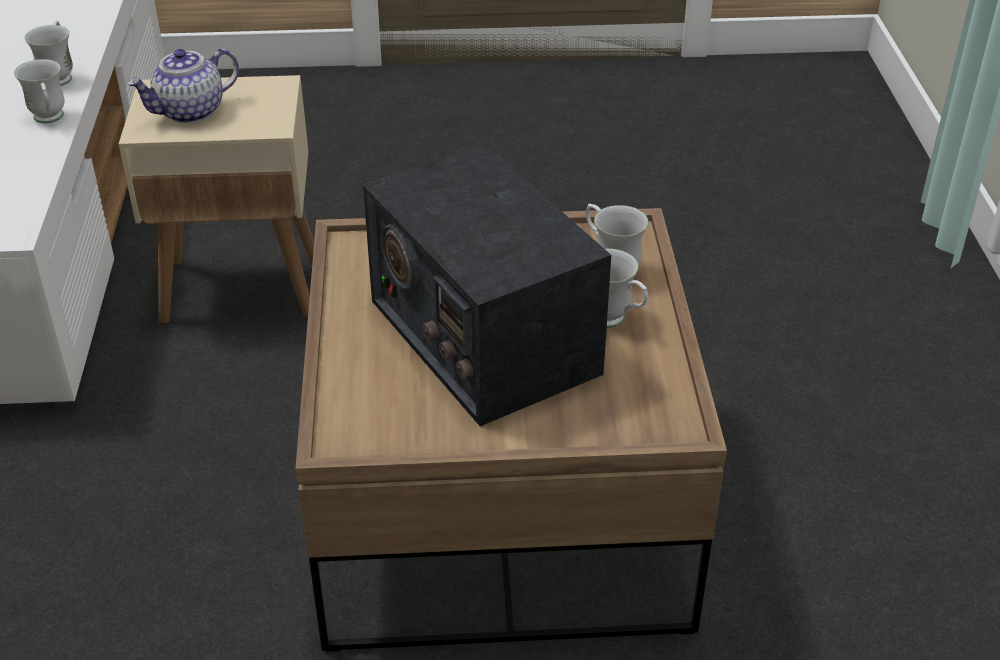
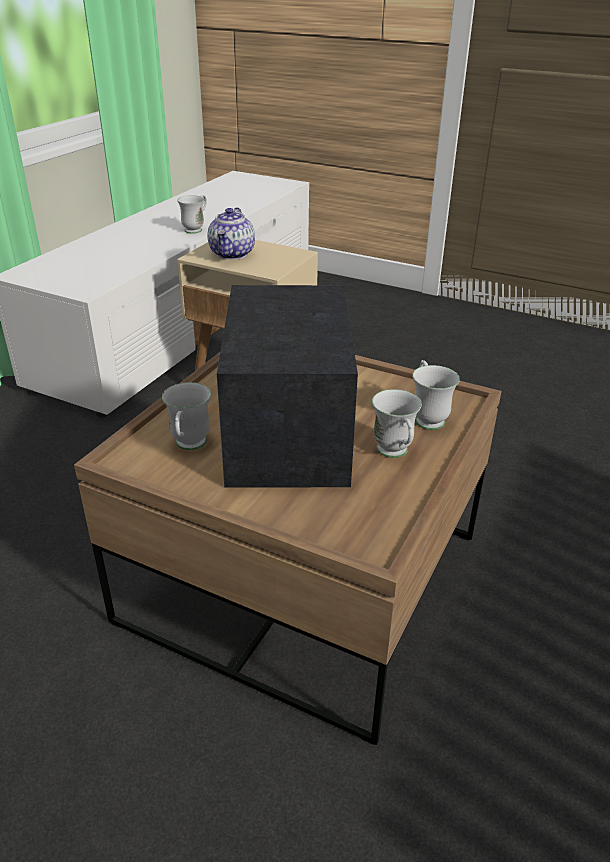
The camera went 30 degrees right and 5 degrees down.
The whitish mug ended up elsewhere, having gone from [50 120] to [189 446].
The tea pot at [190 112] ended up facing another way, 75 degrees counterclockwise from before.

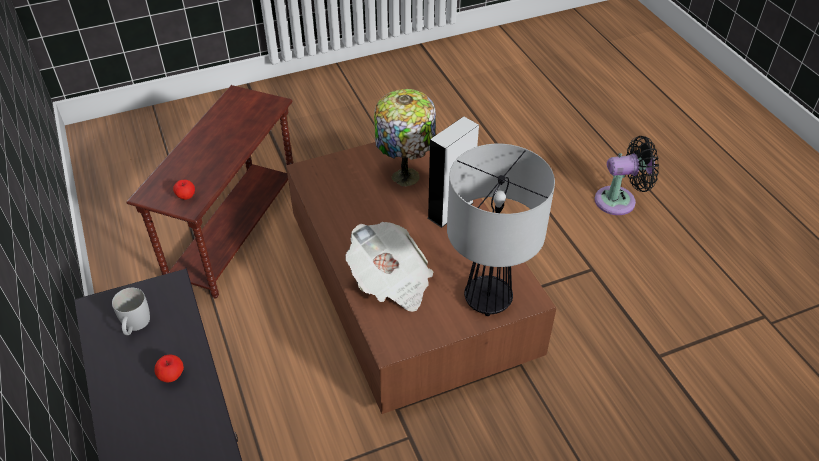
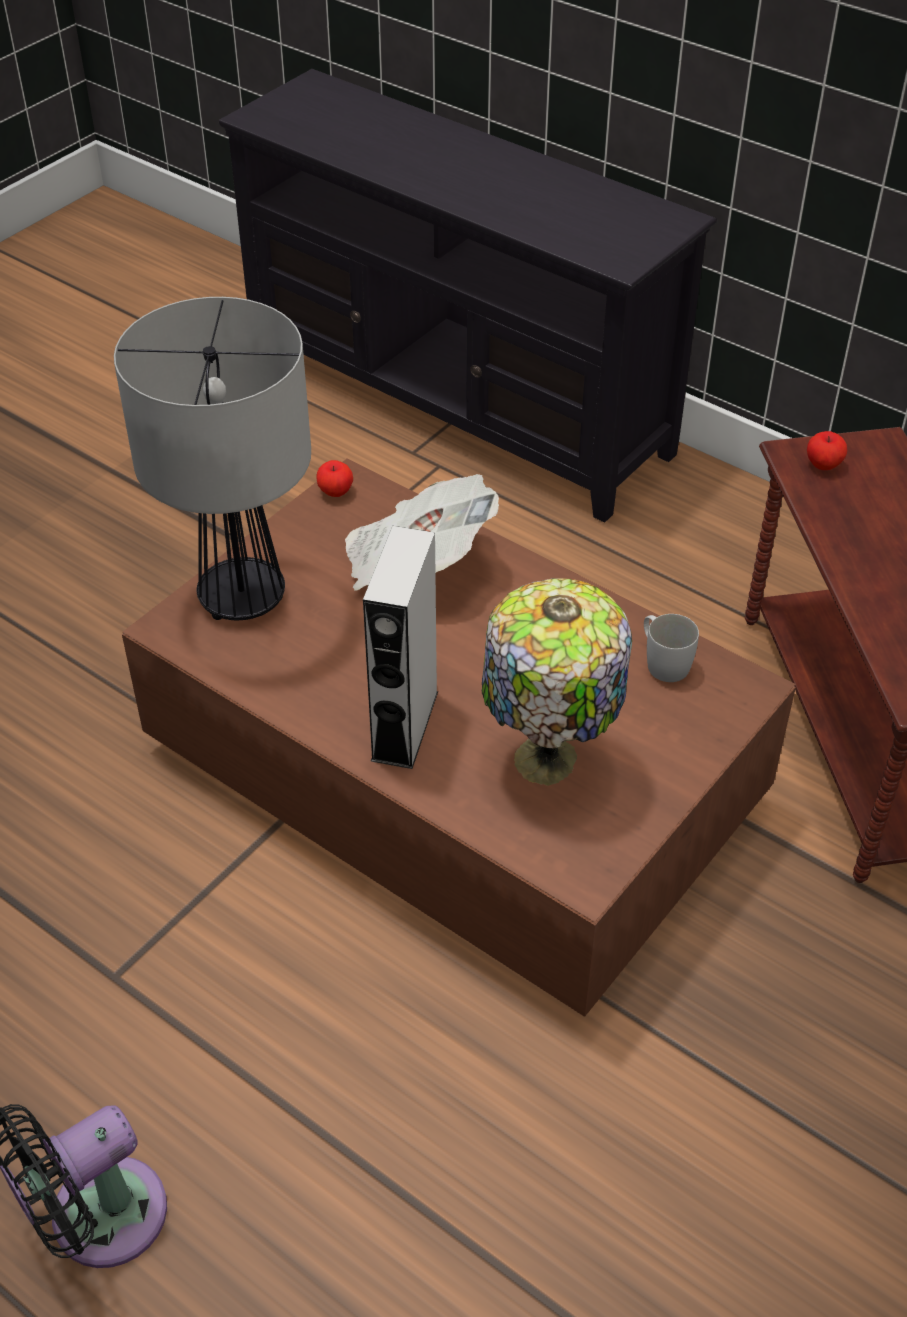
The camera went 150 degrees right and 0 degrees up.
The whitish mug ended up elsewhere, having gone from [135 325] to [662 661].
The apple ended up elsewhere, having gone from [171 376] to [335 492].

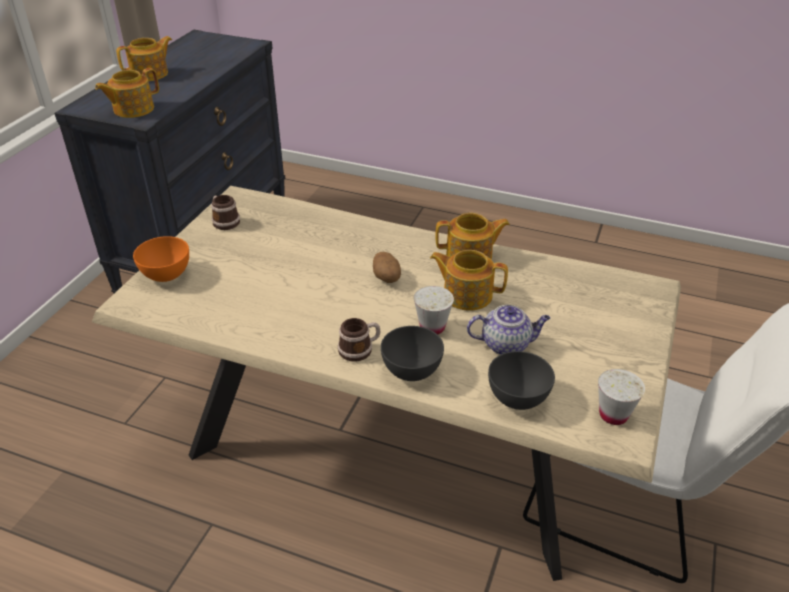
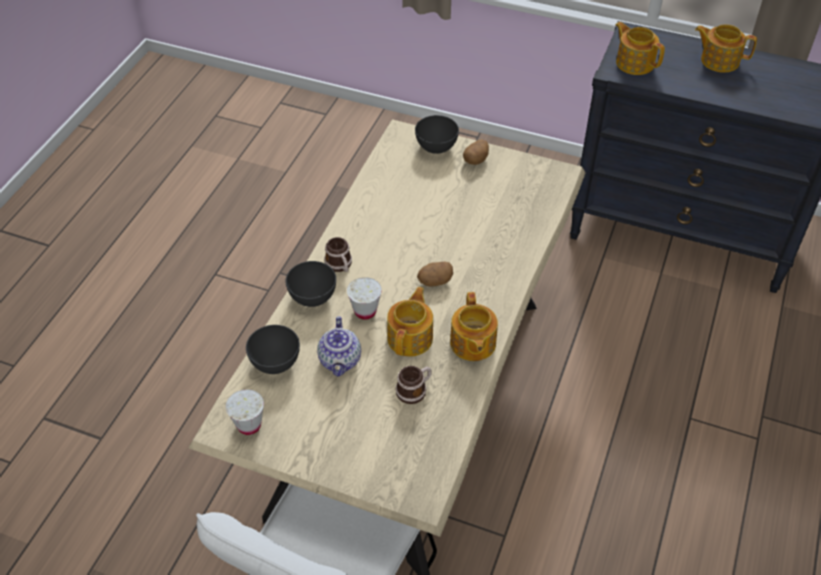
The camera went 90 degrees right and 10 degrees up.
The tea pot at [150 74] ended up facing another way, 150 degrees clockwise from before.
What was the orange deep dish at [167 274] turned into the gray deep dish at [436 147].
The mug ended up elsewhere, having gone from [224 221] to [414 390].
The second view gained the potato at [476 160].

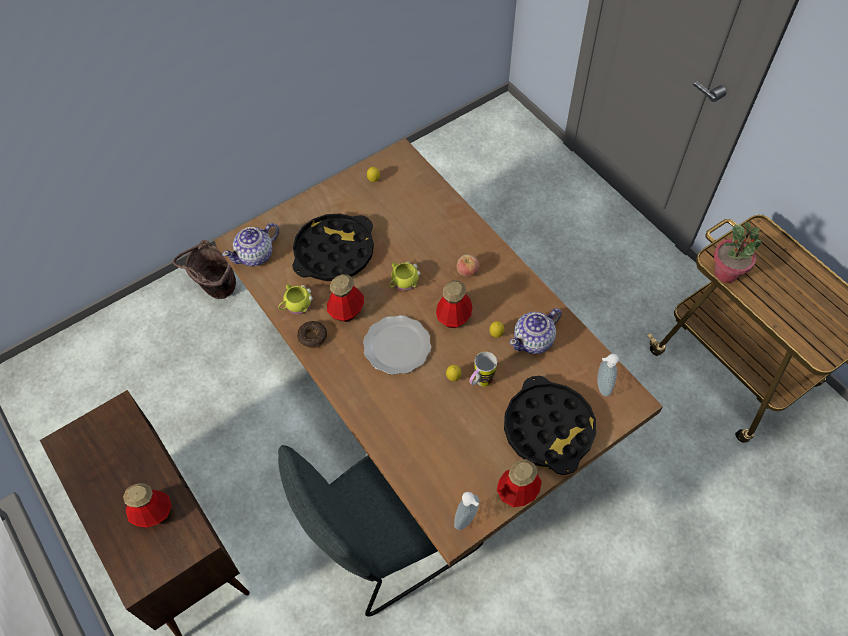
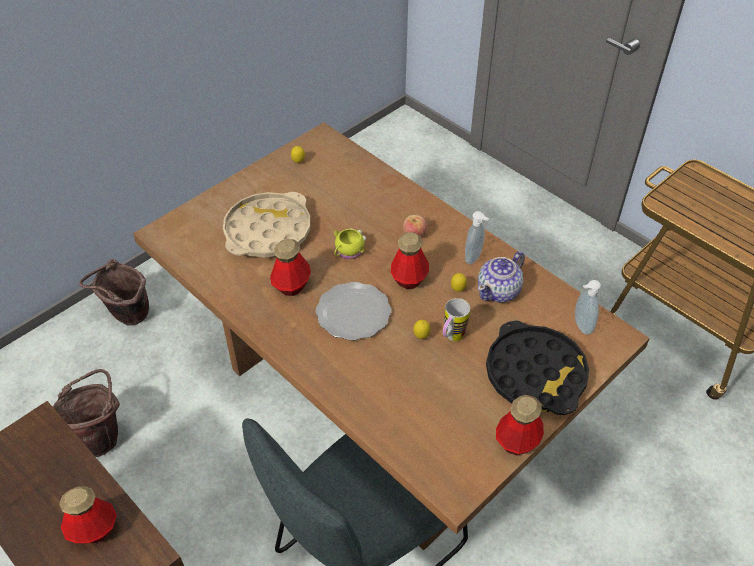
The camera went 10 degrees left and 10 degrees down.
The second view lost the tea pot at [256 255].
The second view lost the yellow mug at [296 306].
What was the black-coloured serving tray at [334 252] turned into the beige-coloured serving tray at [267 231].
The second view lost the ring doughnut at [312 337].
The soap dispenser ended up elsewhere, having gone from [467 520] to [474 258].
The second view lost the potted plant at [726 273].
The second view gained the brown-coloured pail at [101 436].

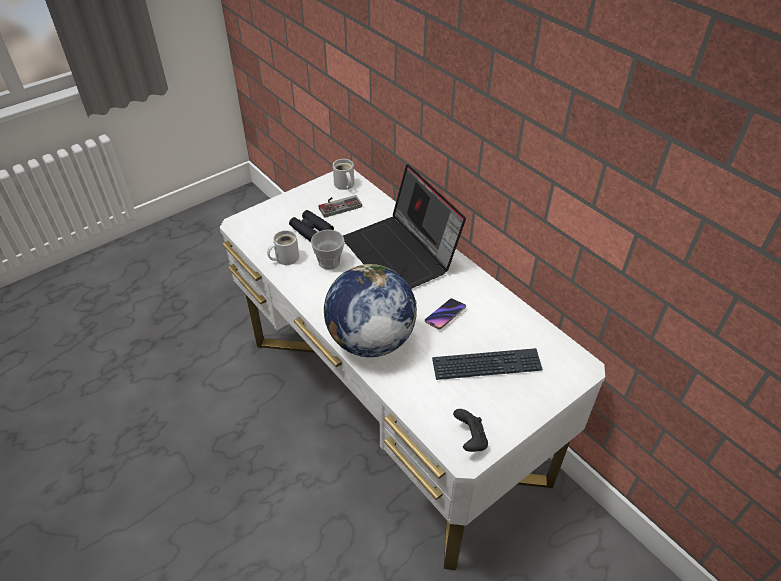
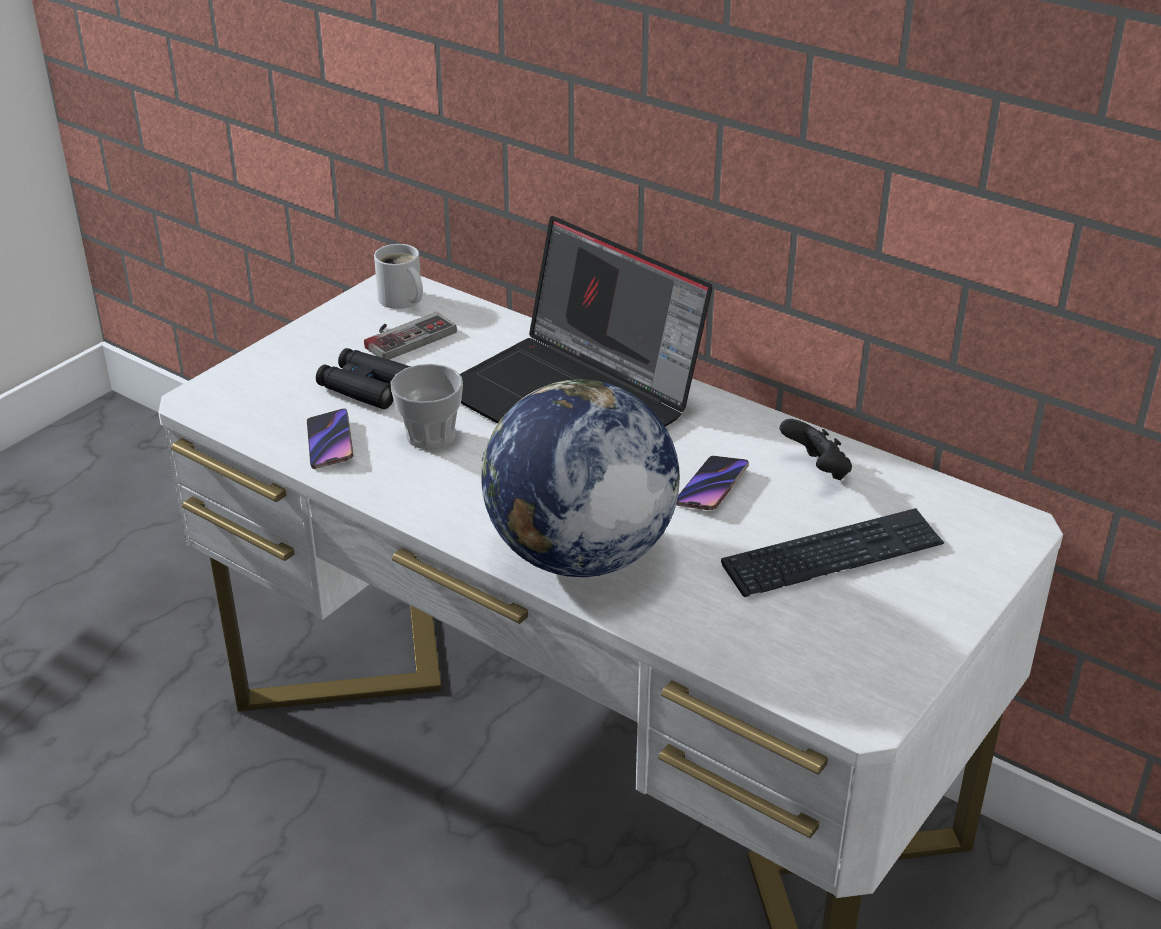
The camera went 15 degrees left and 10 degrees down.
Where the whitish mug stood at [285 257], the handset came to stand at [330 443].
The black-coloured game controller ended up elsewhere, having gone from [470 439] to [817 471].

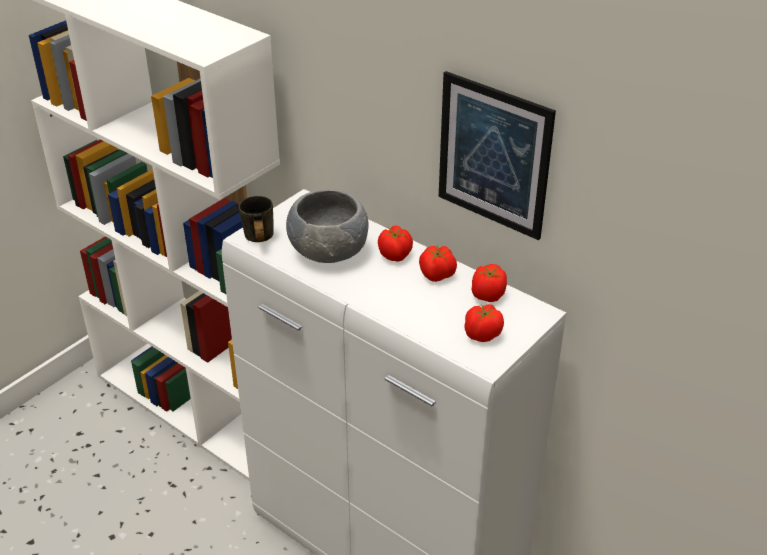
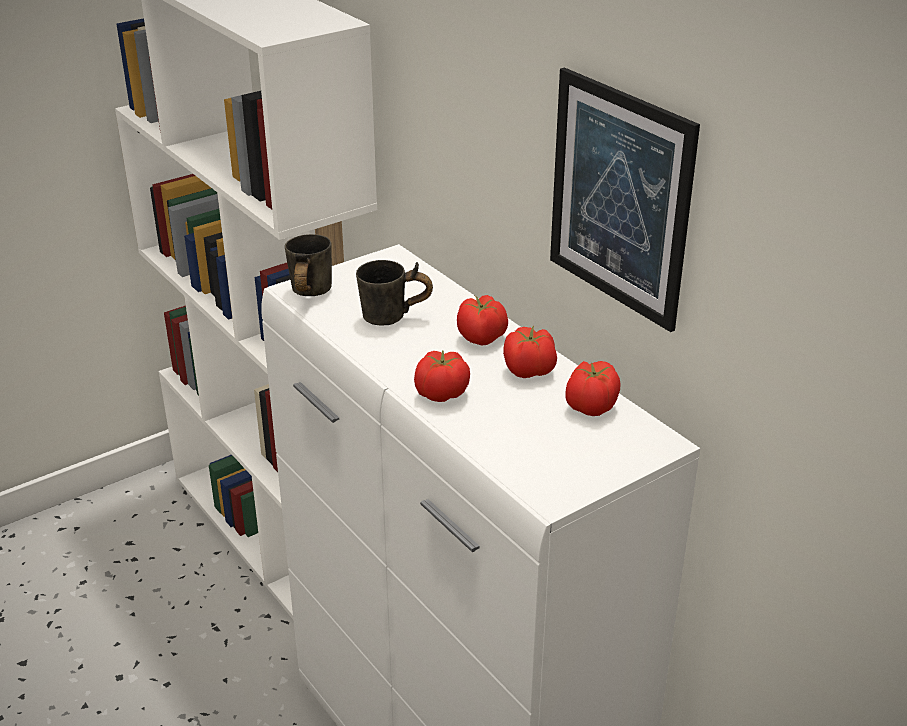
The camera went 15 degrees right and 5 degrees down.
Where the gray deep dish stood at [328 251], the gray mug came to stand at [393 320].
The whole tomato ended up elsewhere, having gone from [482 335] to [441 394].

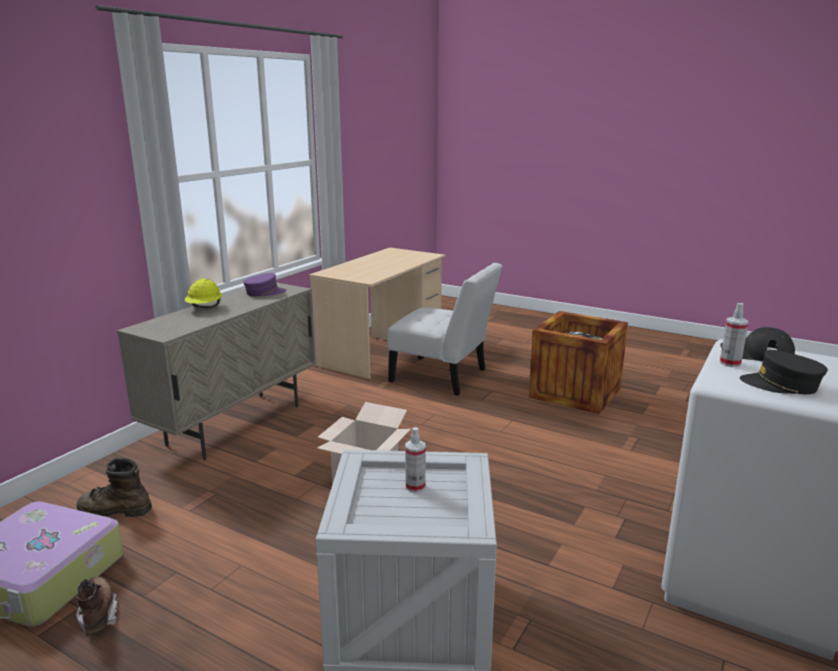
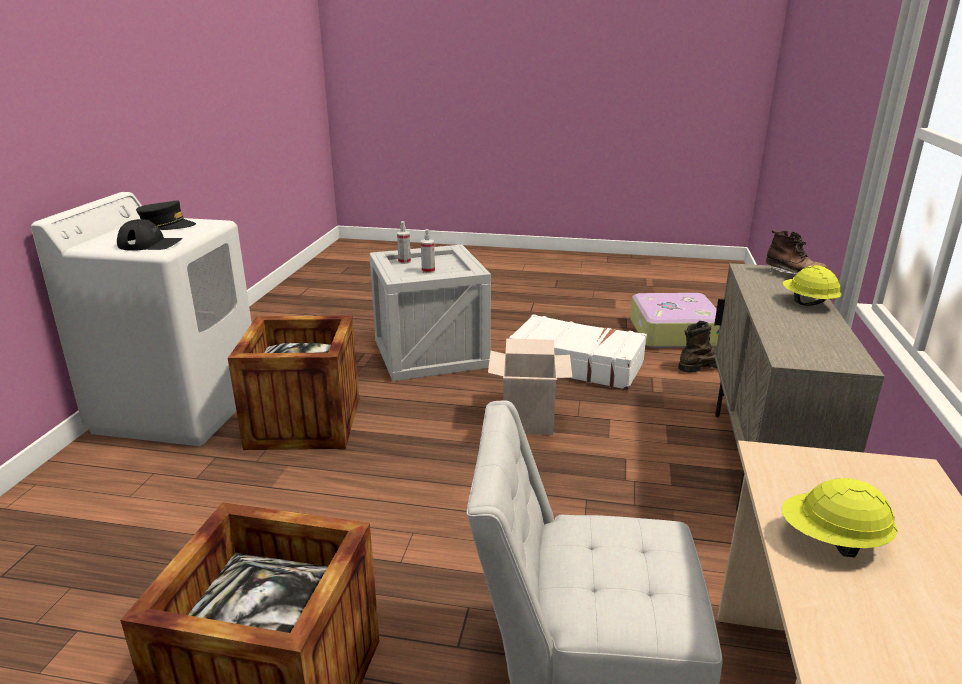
The camera went 160 degrees right and 5 degrees up.
The brown-coloured boot ended up elsewhere, having gone from [98 614] to [793 275].
The second view lost the purple peaked cap at [265 292].
The hand sprayer ended up elsewhere, having gone from [730 363] to [404 261].
The second view gained the shipping crate at [304 422].
The second view gained the whitish travel case at [576 364].
The second view gained the yellow hard hat at [832 541].

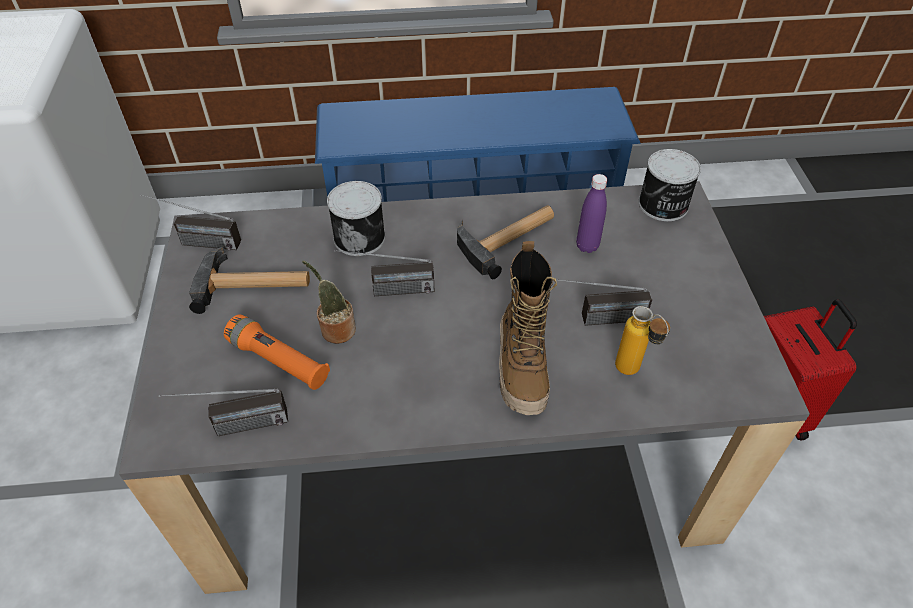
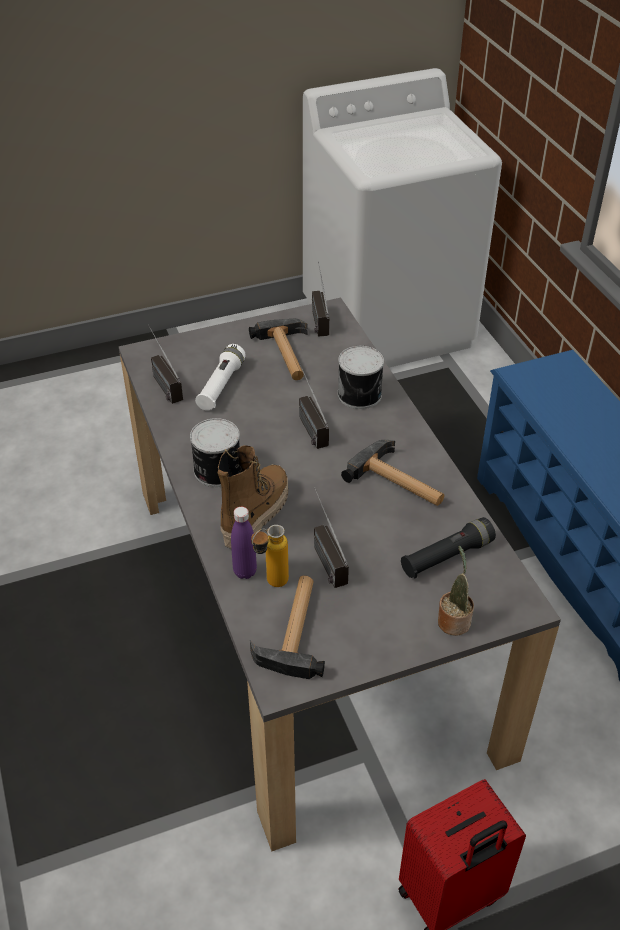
The camera went 75 degrees right and 5 degrees down.
What was the orange torch at [278 361] turned into the whitish torch at [221 386].
The potted plant ended up elsewhere, having gone from [336 329] to [453 620].
The boot at [522 368] ended up facing another way, 135 degrees clockwise from before.
The purple bottle ended up elsewhere, having gone from [587 246] to [245 571].
The can ended up elsewhere, having gone from [663 205] to [216 470].
The second view gained the hammer at [294 628].
The second view gained the black-coloured torch at [446 556].

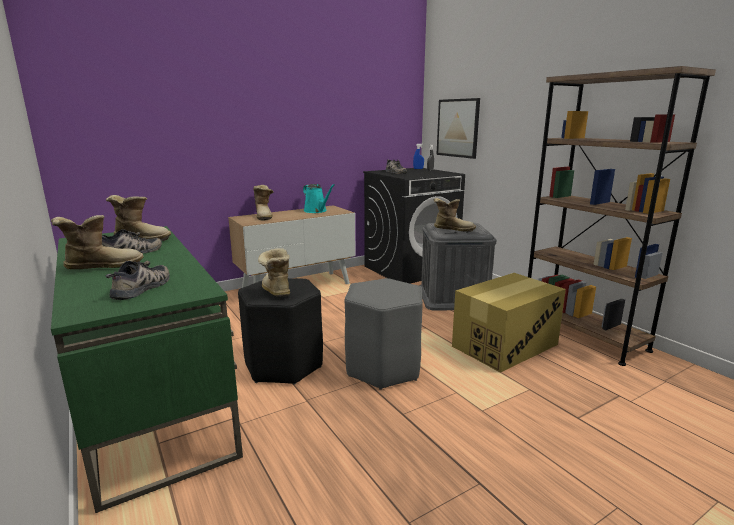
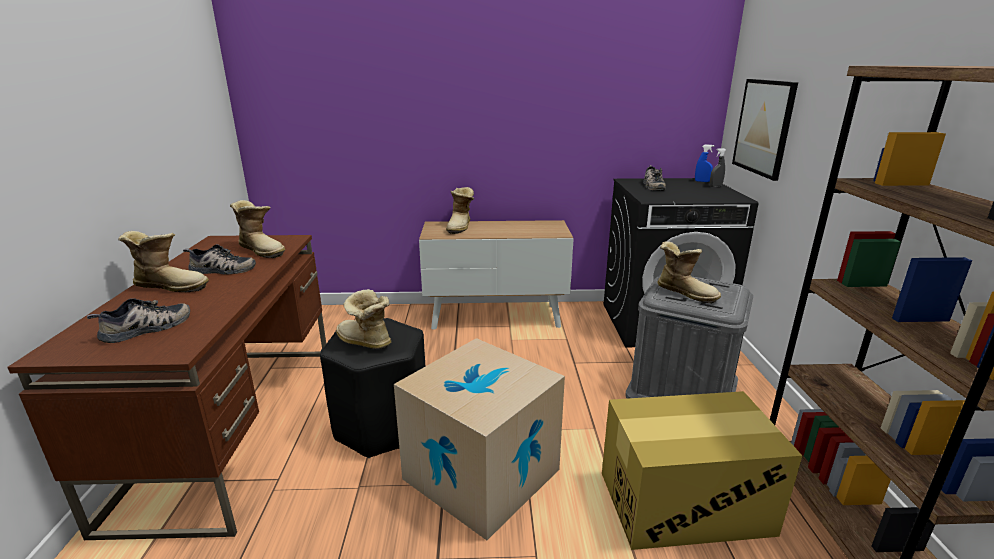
The camera went 30 degrees right and 5 degrees up.
What was the green desk at [151 400] turned into the brown-coloured desk at [235 425].
The boot at [275 291] ended up facing another way, 60 degrees counterclockwise from before.
The second view lost the blue-green watering can at [316 211].
Where the gray stool seat stood at [383 368], the packing box came to stand at [481 474].

